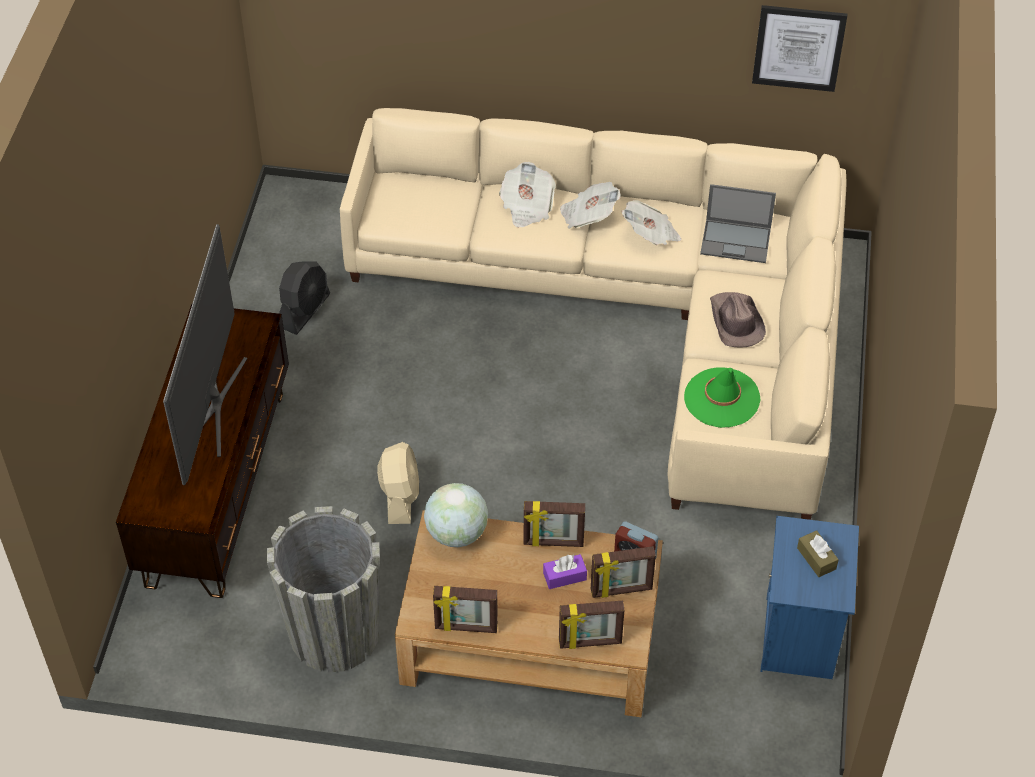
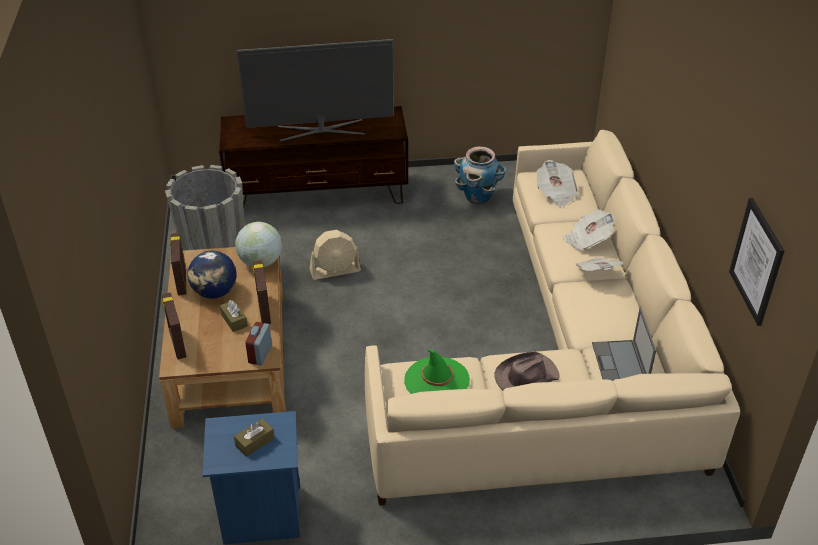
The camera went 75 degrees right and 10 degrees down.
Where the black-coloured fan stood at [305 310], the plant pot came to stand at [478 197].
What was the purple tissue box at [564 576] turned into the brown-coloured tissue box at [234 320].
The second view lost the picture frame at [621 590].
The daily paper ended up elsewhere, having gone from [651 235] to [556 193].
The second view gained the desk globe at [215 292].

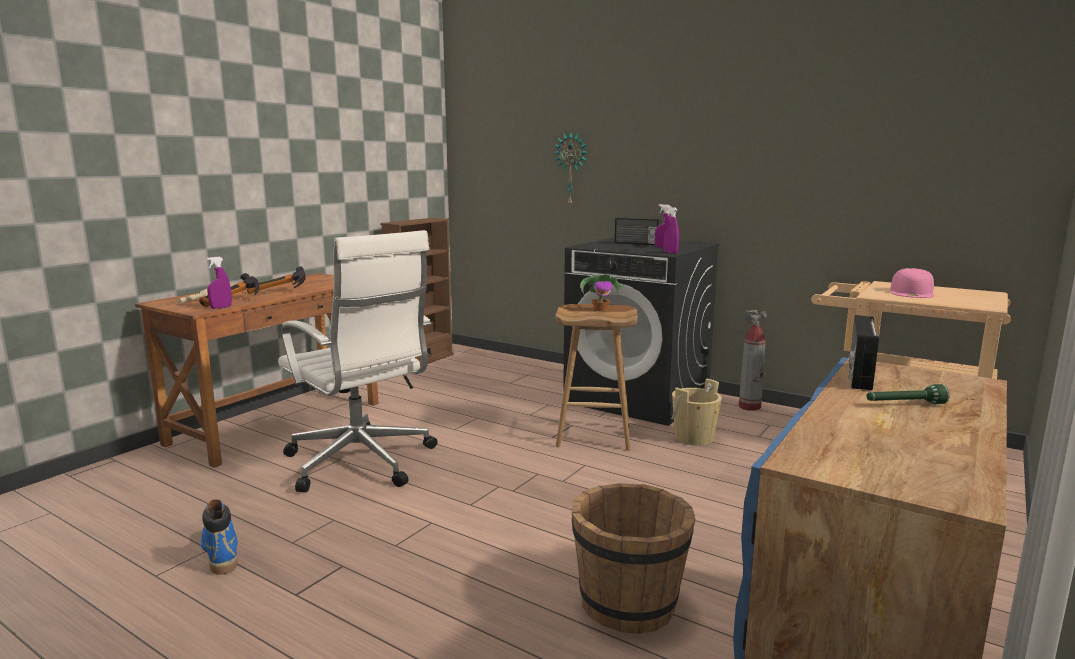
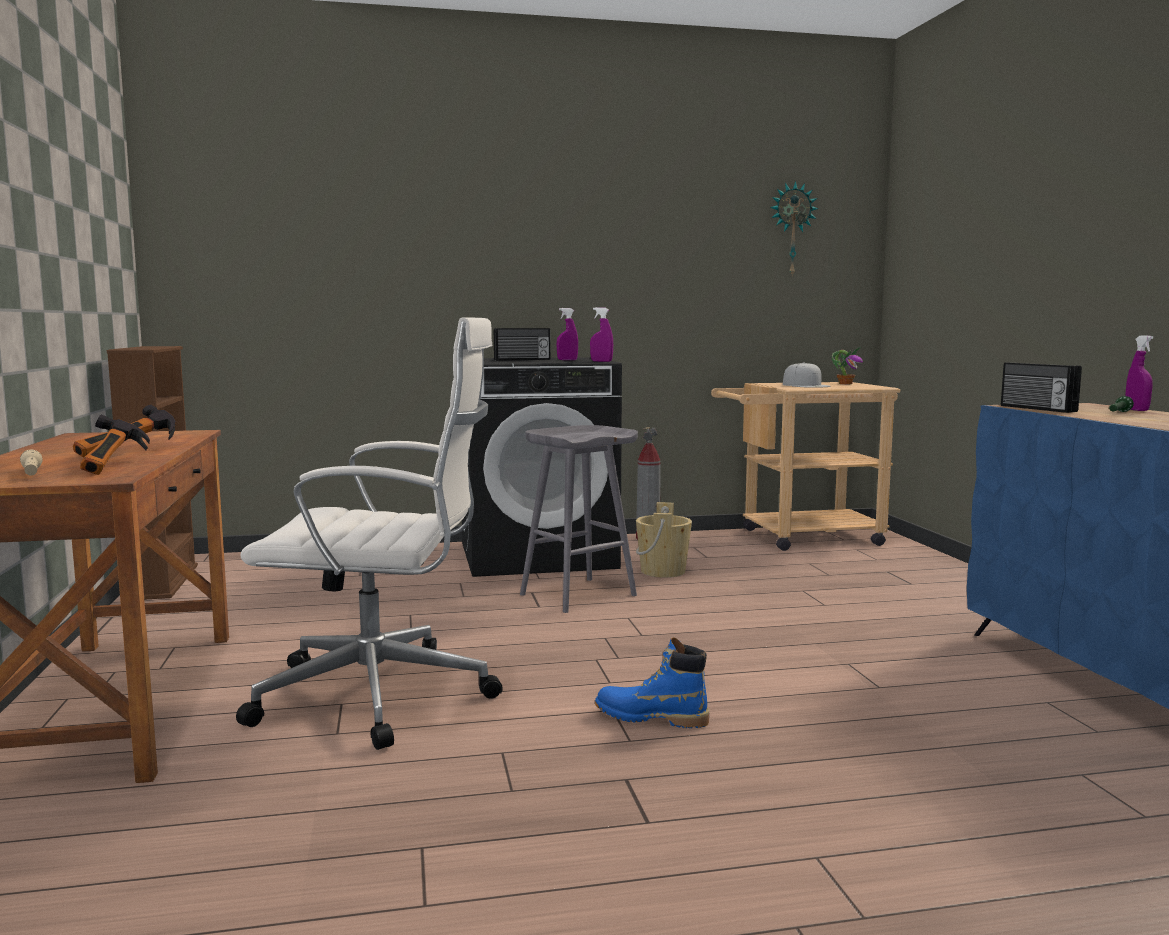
The camera went 45 degrees left and 5 degrees down.
The blue boot ended up elsewhere, having gone from [220 552] to [651 718].
The purple hand sprayer ended up elsewhere, having gone from [221 307] to [1136 410].
The wall clock ended up elsewhere, having gone from [572 169] to [791 229].
What was the brown-coloured stool seat at [595 436] turned into the gray stool seat at [578 594].
The second view lost the brown-coloured pail at [629 604].
The potted plant ended up elsewhere, having gone from [601 309] to [845 383].
What was the pink peaked cap at [912 292] turned into the whitish peaked cap at [806 385].

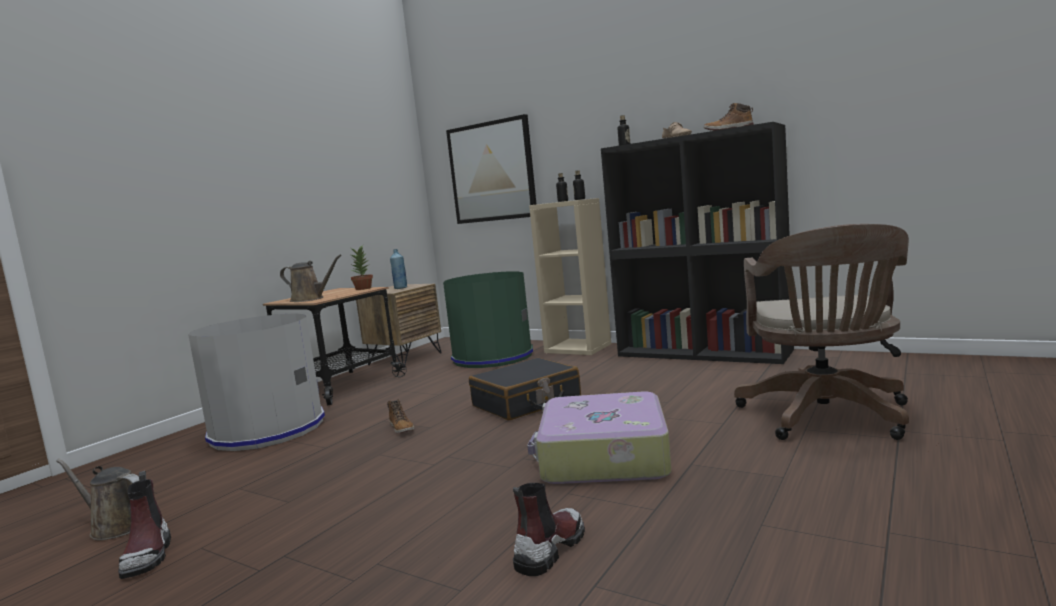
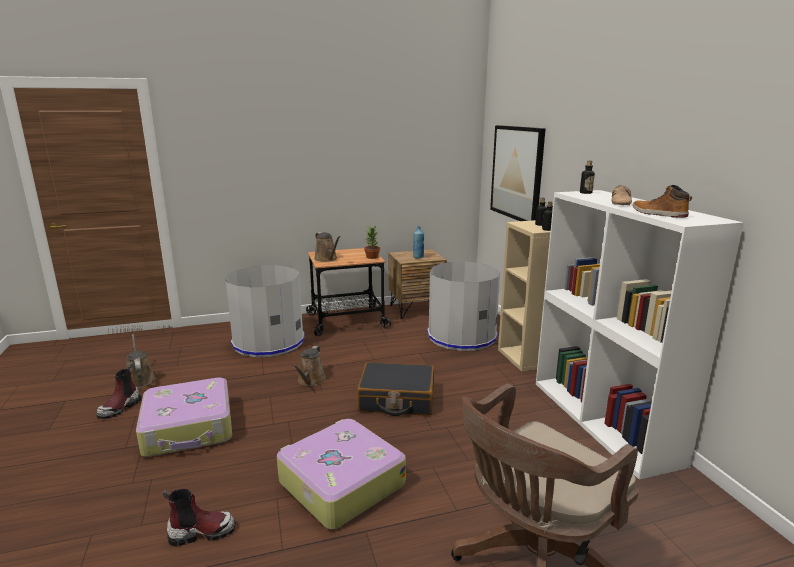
The camera went 40 degrees right and 10 degrees up.
Where the boot stood at [402 428], the brown-coloured watering can came to stand at [310 380].
What was the green trash can at [493 357] turned into the gray trash can at [462 336].
What was the black-coloured shelving unit at [704 353] turned into the whitish shelving unit at [604 421].
The second view gained the travel case at [189 428].

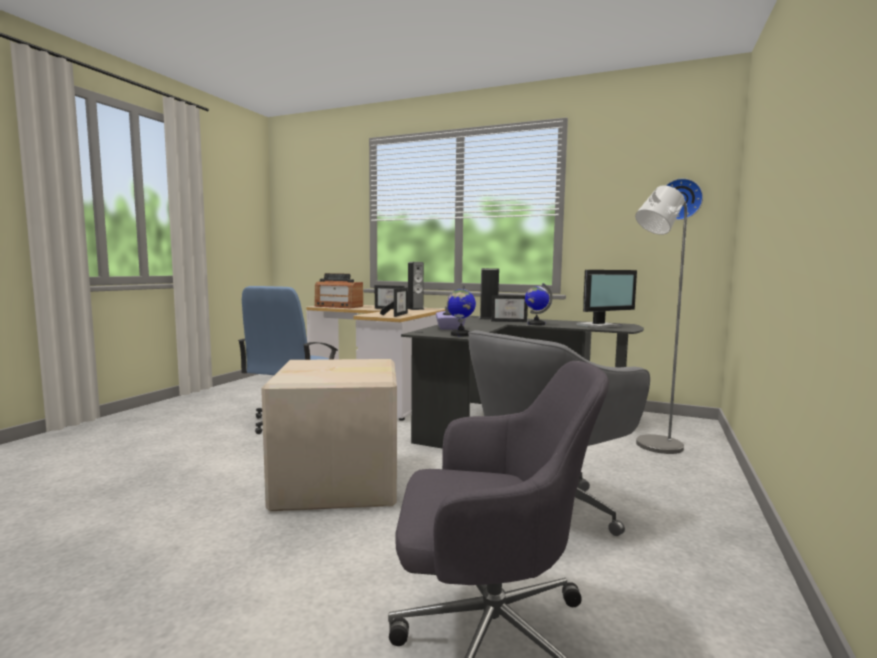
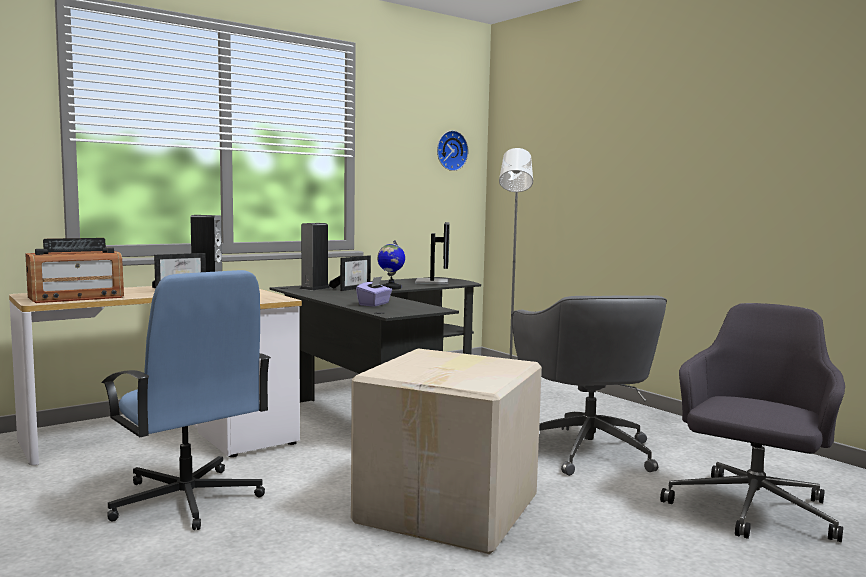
The camera went 60 degrees left and 0 degrees up.
The second view lost the picture frame at [397 314].
The second view lost the desk globe at [460 335].

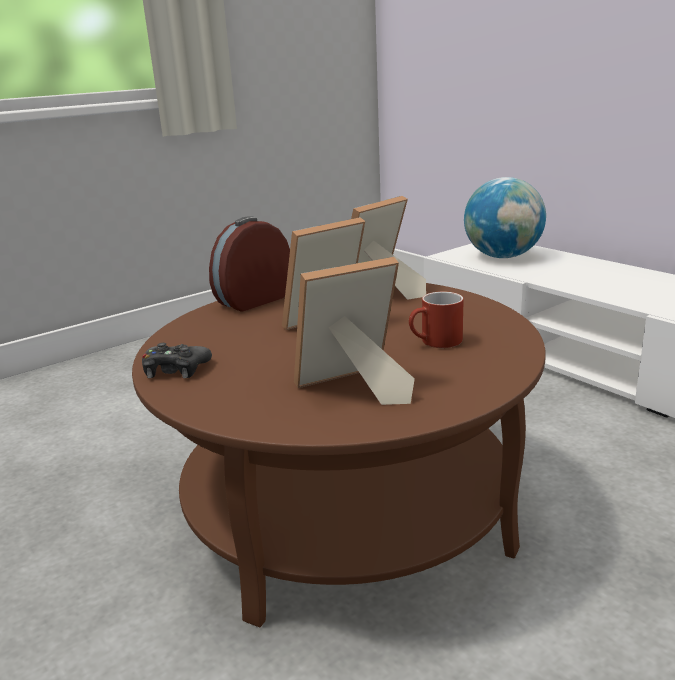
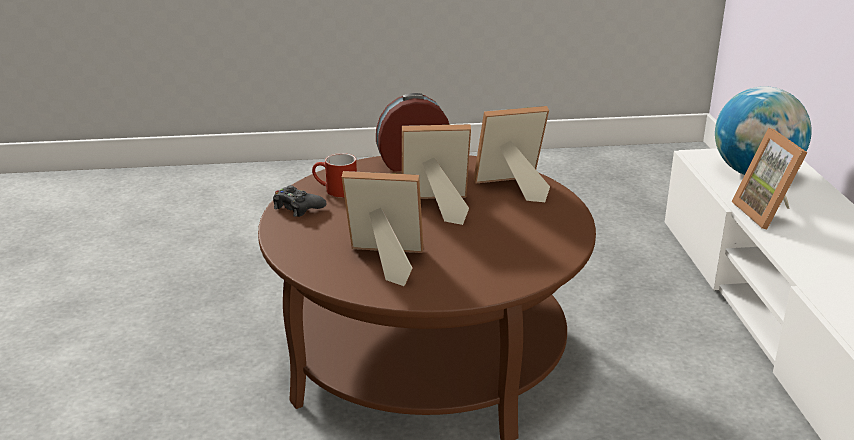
The camera went 30 degrees right and 5 degrees up.
The red mug ended up elsewhere, having gone from [435 342] to [335 191].
The second view gained the picture frame at [768 213].

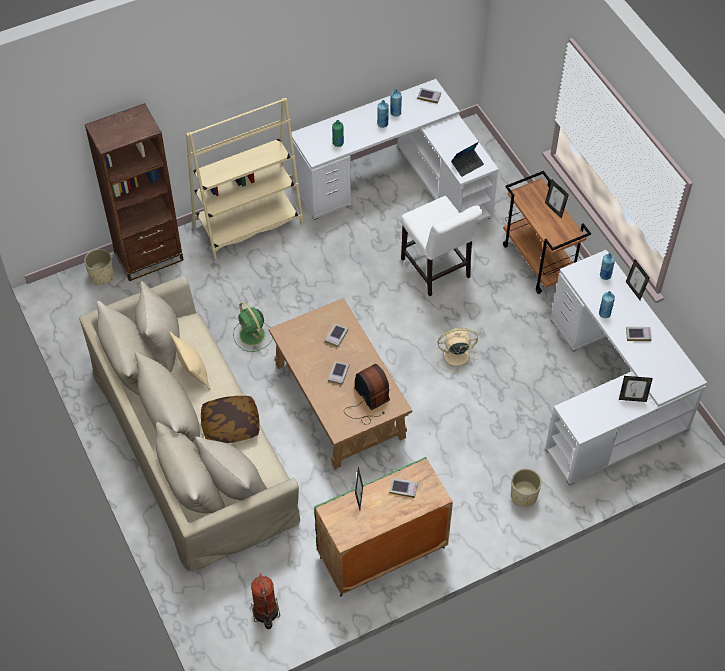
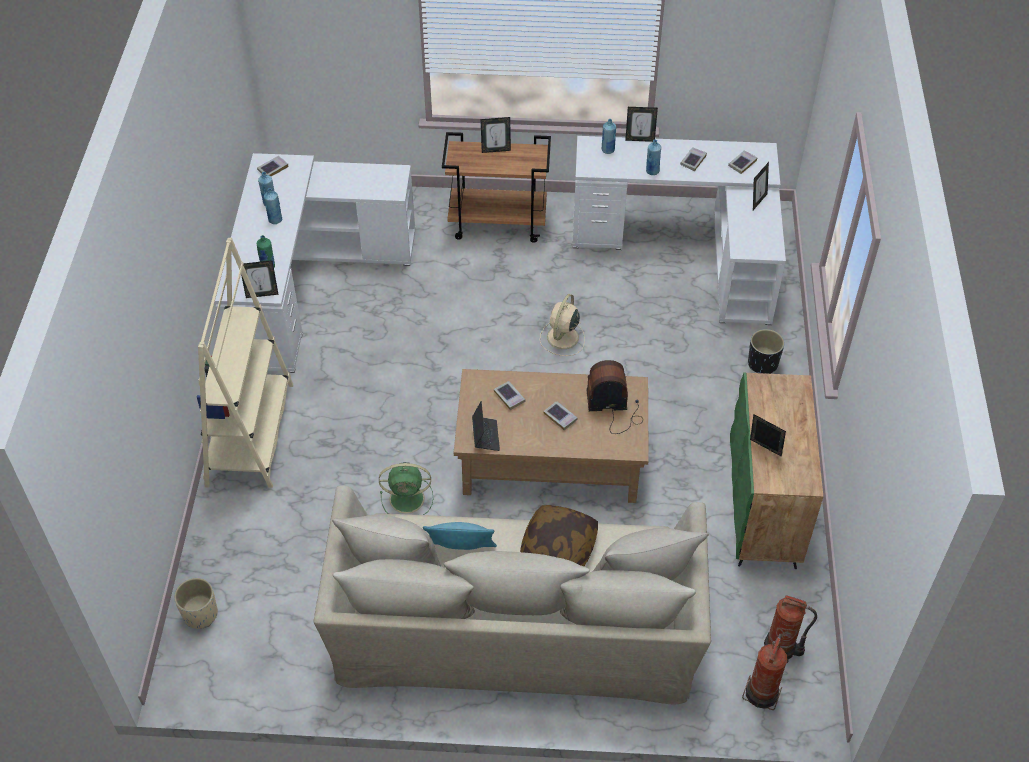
The camera went 60 degrees left and 5 degrees down.
The second view lost the brown-coloured shelving unit at [149 256].
What was the beige-coloured pillow at [193 373] turned into the blue-green pillow at [461 552].
The book ended up elsewhere, having gone from [403 488] to [742 163].
The second view lost the whitish chair at [437 271].
The laptop ended up elsewhere, having gone from [467 165] to [485 436].
What was the beige-coloured plant pot at [523 496] turned into the black-coloured plant pot at [762 364].
The second view gained the picture frame at [262 294].
The second view gained the fire-fighting cylinder at [762 692].

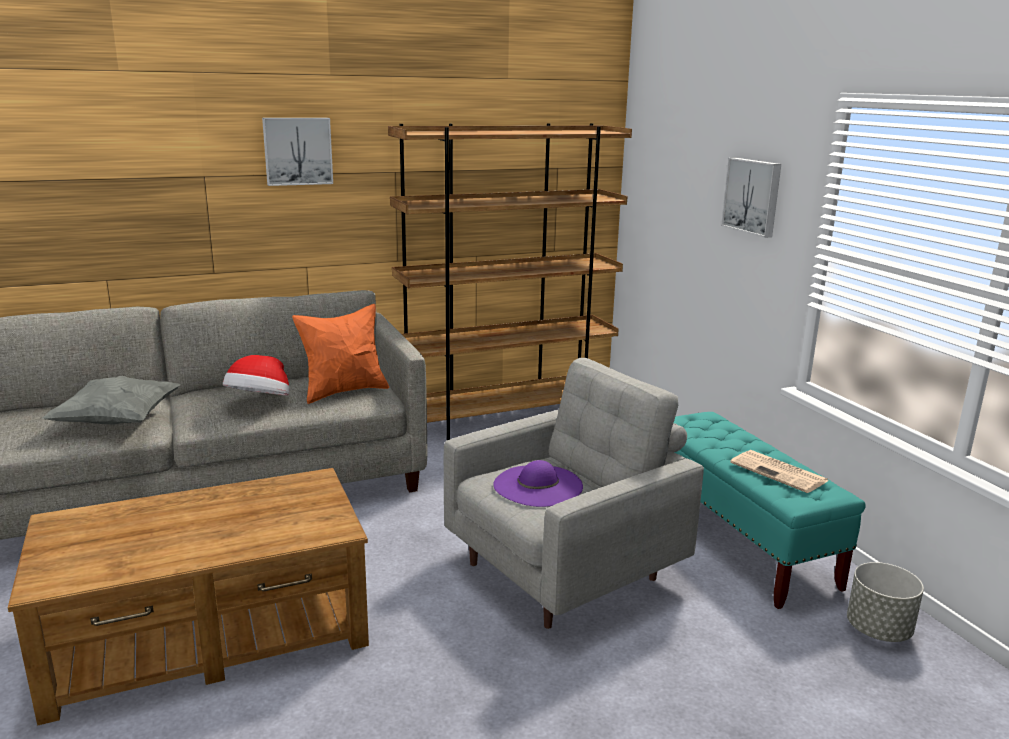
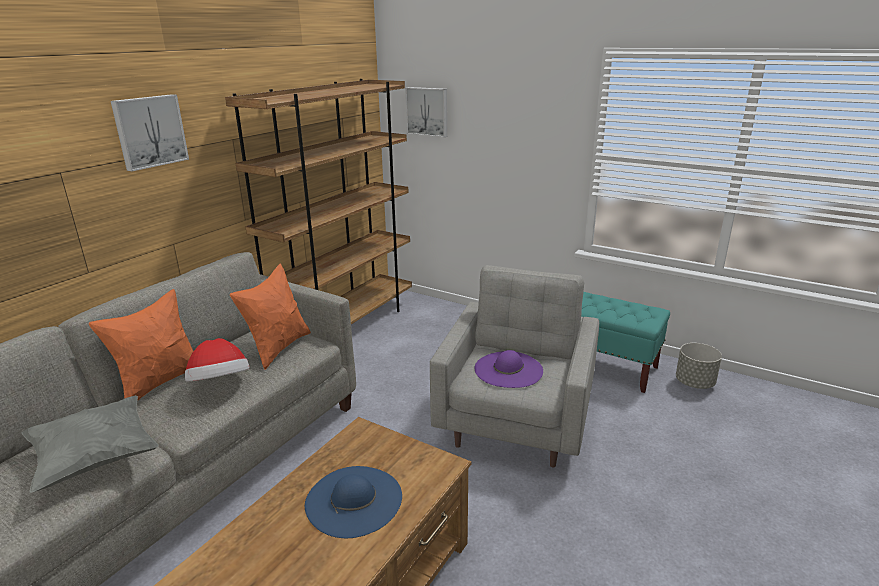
The camera went 35 degrees left and 5 degrees up.
The wall picture ended up elsewhere, having gone from [753 196] to [427 111].
The second view lost the daily paper at [780 472].
The second view gained the orange pillow at [160 382].
The second view gained the blue clothing hat at [354 500].

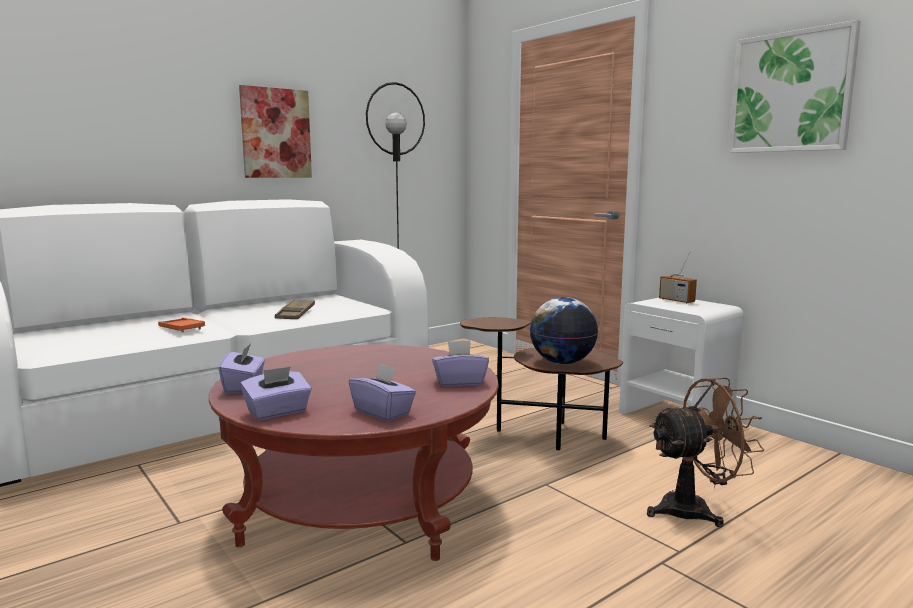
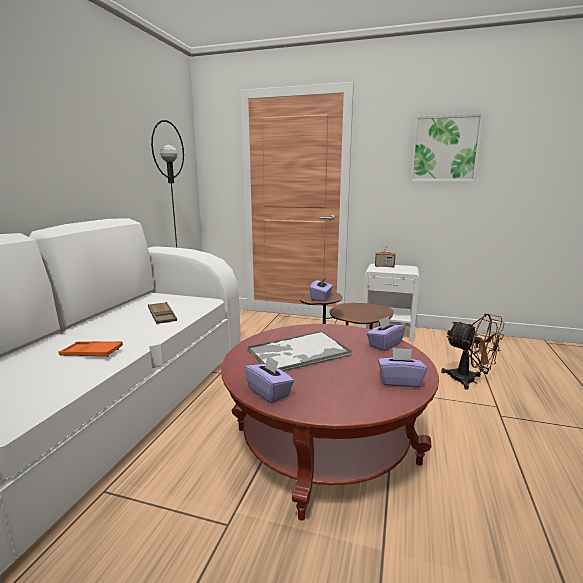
The camera went 35 degrees left and 5 degrees up.
The second view lost the wall picture at [276 133].
The purple tissue box ended up elsewhere, having gone from [278 412] to [321 298].
The second view lost the desk globe at [562 362].
The brown-coloured fan at [695 509] ended up facing another way, 90 degrees clockwise from before.
The second view gained the serving tray at [298 353].

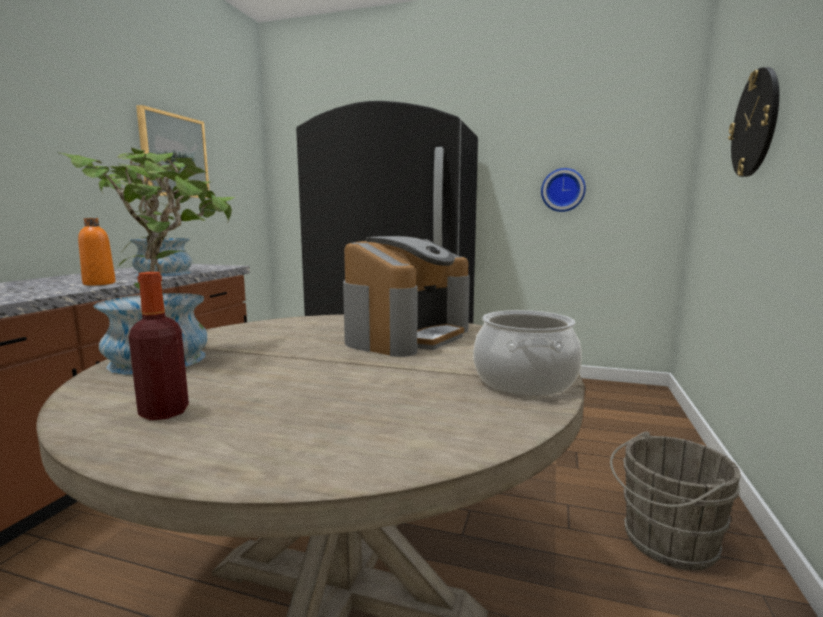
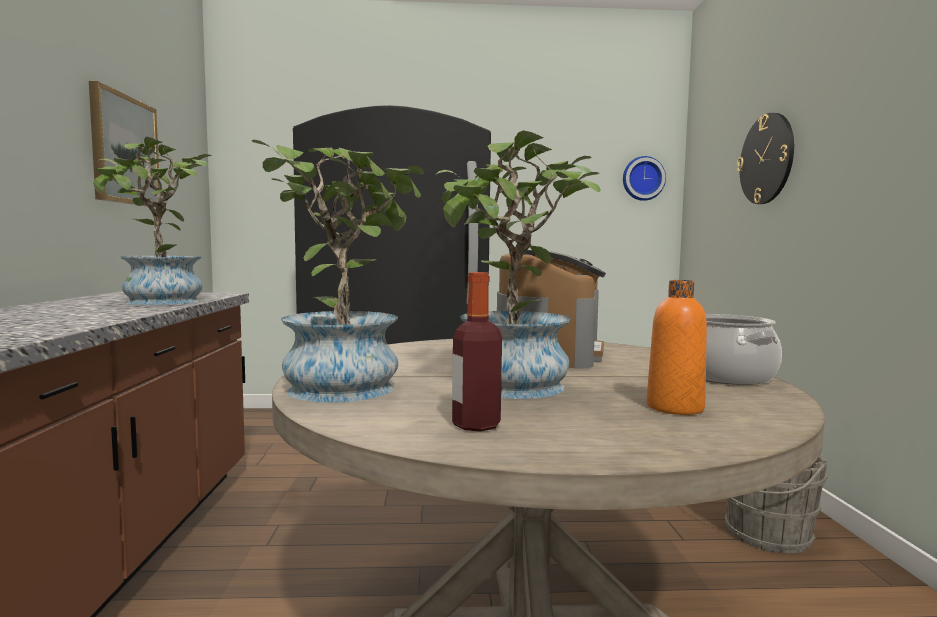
The camera went 20 degrees left and 5 degrees down.
The orange bottle ended up elsewhere, having gone from [99 283] to [675 408].
The wall clock ended up elsewhere, having gone from [563 190] to [642 178].
The second view gained the potted plant at [510 389].

